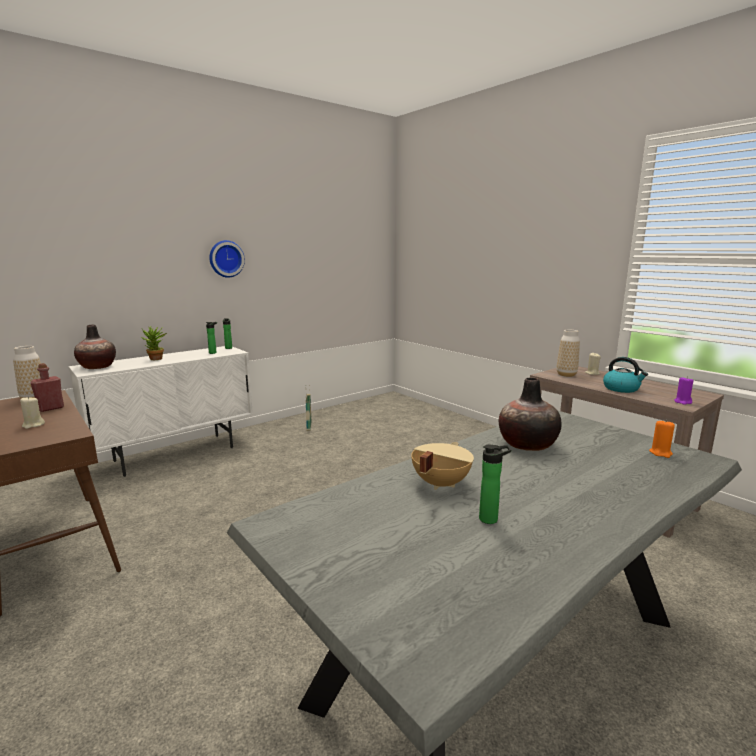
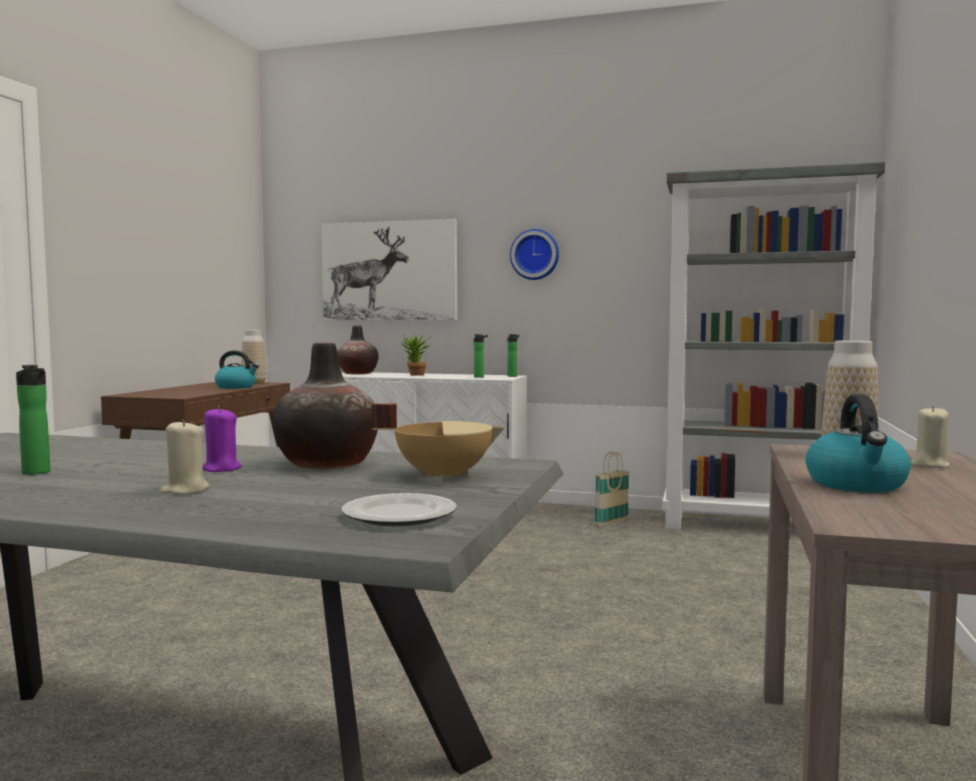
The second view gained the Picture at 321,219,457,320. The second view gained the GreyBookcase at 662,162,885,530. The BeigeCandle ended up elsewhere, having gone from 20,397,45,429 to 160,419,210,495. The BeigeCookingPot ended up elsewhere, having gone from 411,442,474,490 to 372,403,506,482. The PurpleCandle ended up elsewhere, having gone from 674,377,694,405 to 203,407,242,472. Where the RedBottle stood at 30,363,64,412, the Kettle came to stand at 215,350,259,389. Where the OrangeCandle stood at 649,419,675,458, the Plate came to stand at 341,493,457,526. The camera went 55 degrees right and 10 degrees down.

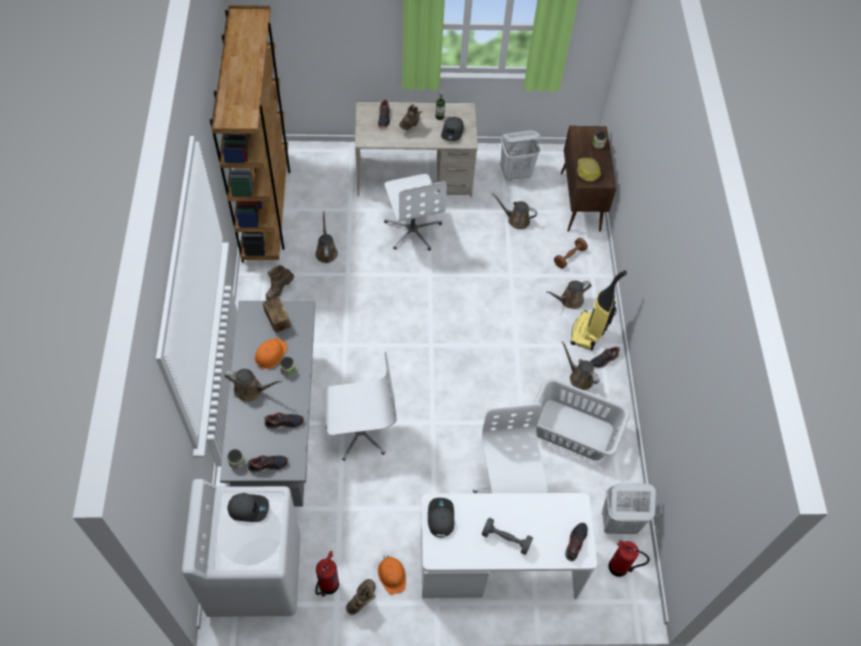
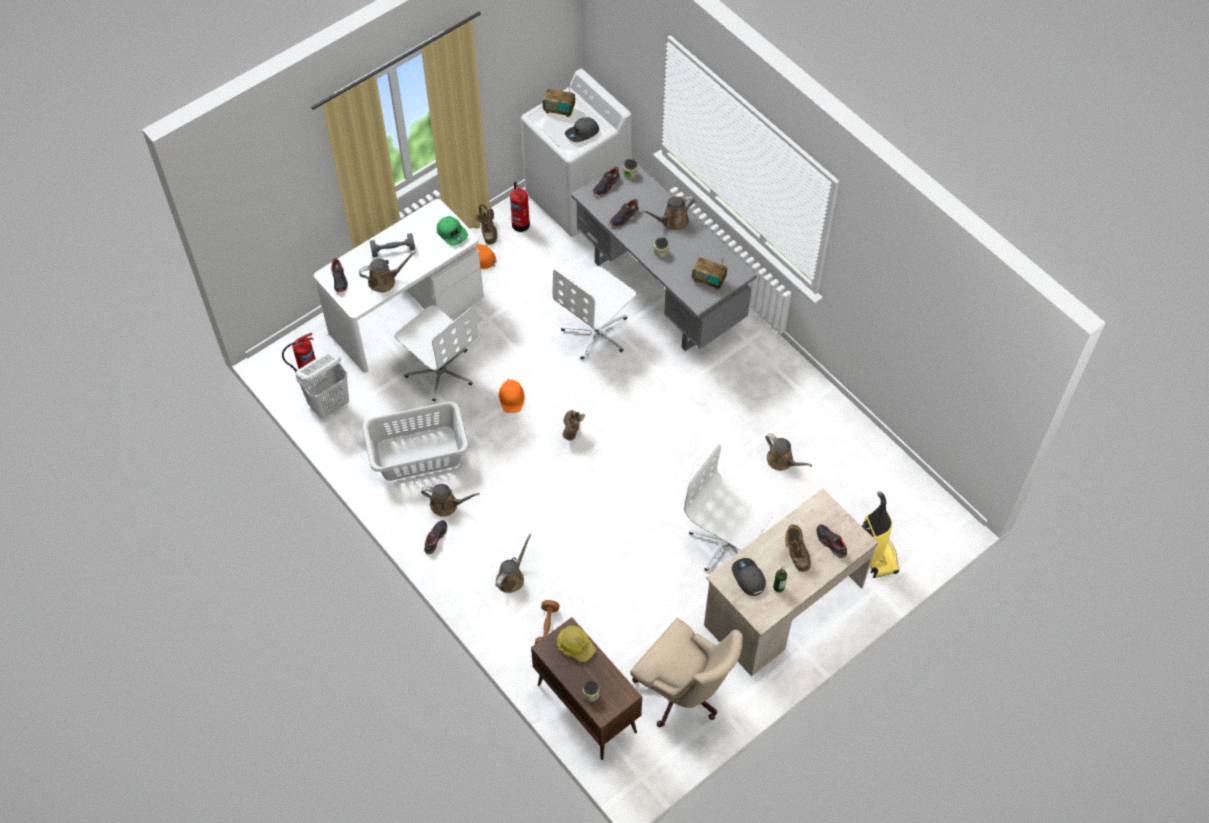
The second view lost the BrownBookcase at 210,5,290,263. The second view gained the Radio at 543,83,575,117. The OrangeHardHat ended up elsewhere, having gone from 255,338,288,369 to 499,378,525,413. The BrownBoot ended up elsewhere, having gone from 266,265,294,300 to 563,410,585,441. The BrownWateringCan ended up elsewhere, having gone from 492,194,537,230 to 359,251,416,292. The VacuumCleaner ended up elsewhere, having gone from 570,270,627,351 to 862,491,900,578. Where the WhiteLaundryBasket stood at 500,131,541,181, the BeigeOfficeChair came to stand at 630,618,743,727. What was the GreyCap at 428,498,454,537 turned into the GreenCap at 437,216,468,246. The camera went 145 degrees right and 0 degrees up.

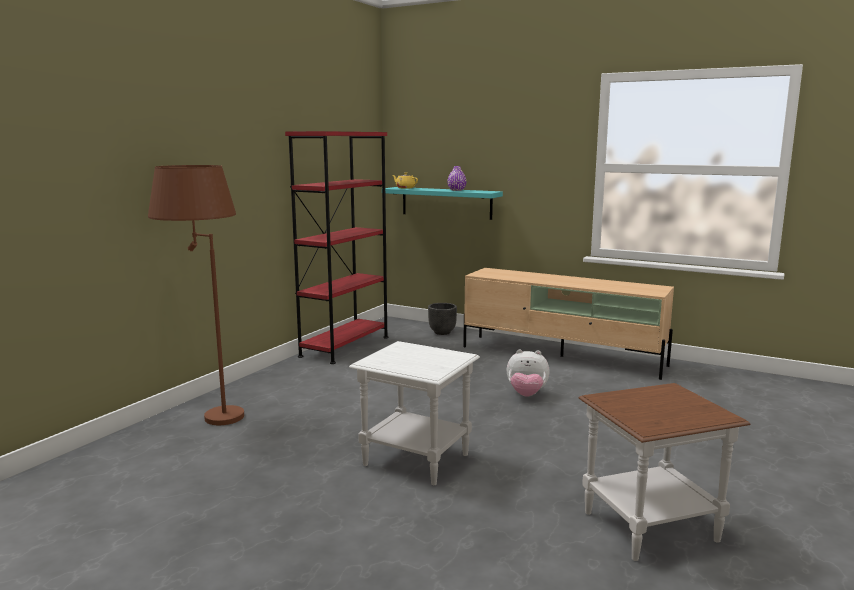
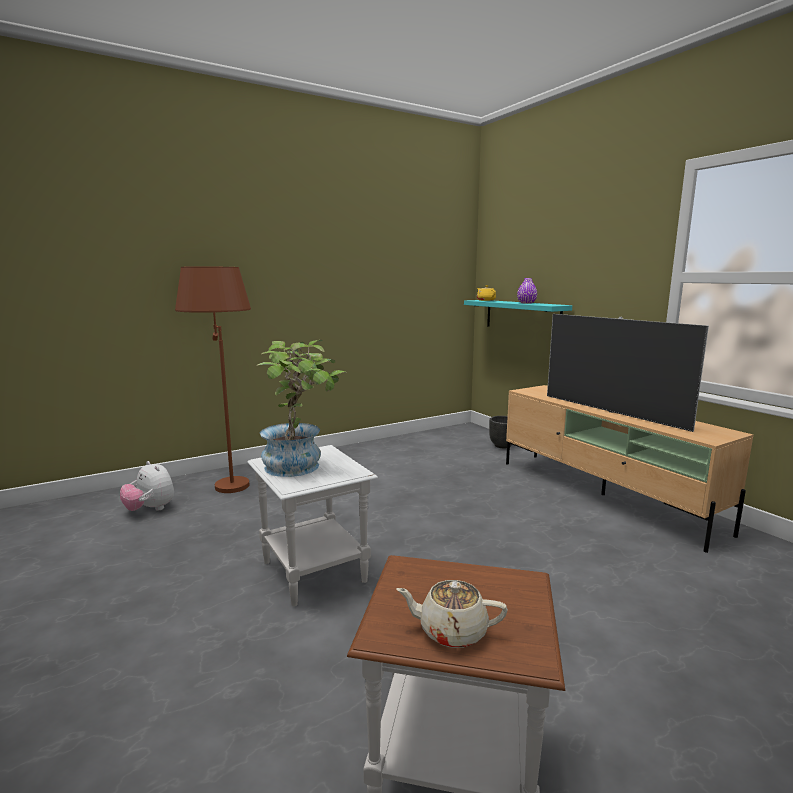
The second view lost the RedBookcase at 285,131,389,364. The second view gained the PottedPlant at 256,340,345,477. The second view gained the BeigeTeapot at 396,580,508,648. The second view gained the Television at 547,314,709,432. The PlushToy ended up elsewhere, having gone from 507,349,550,397 to 120,461,174,511. The camera went 30 degrees right and 0 degrees up.

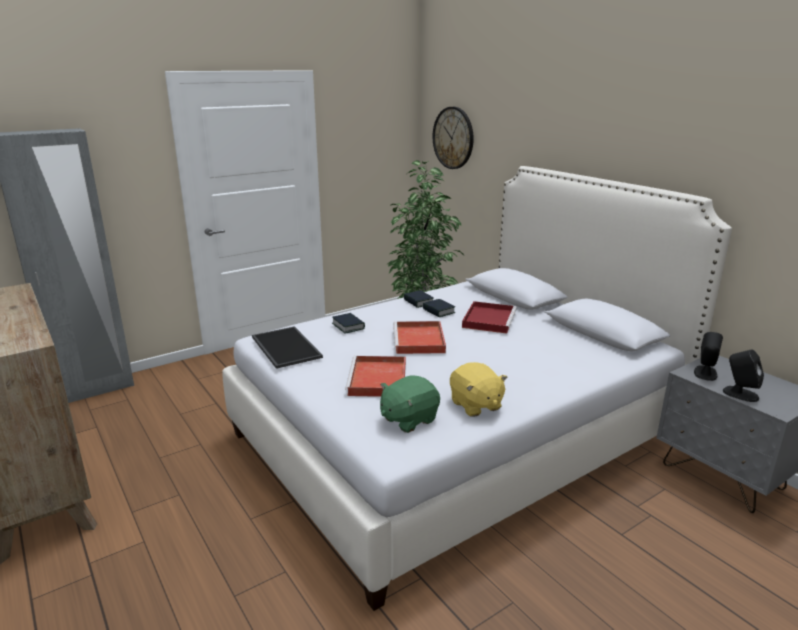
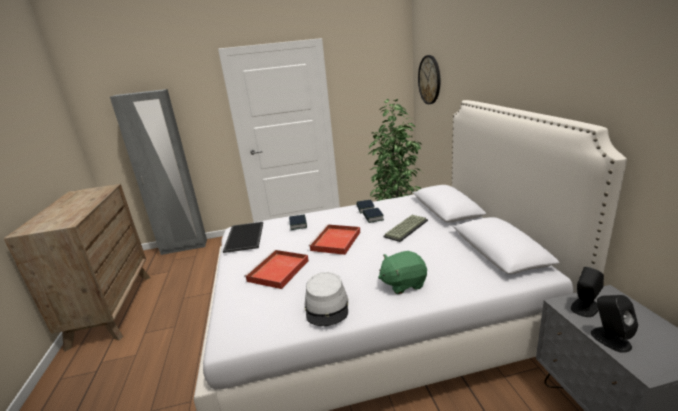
The GreenPlushToy ended up elsewhere, having gone from 380,375,440,433 to 378,251,427,294. Where the YellowPlushToy stood at 450,362,507,417, the GreyHat came to stand at 304,272,348,326. Where the RedTray stood at 462,301,517,334, the Keyboard came to stand at 384,215,428,242. The camera went 25 degrees right and 0 degrees up.

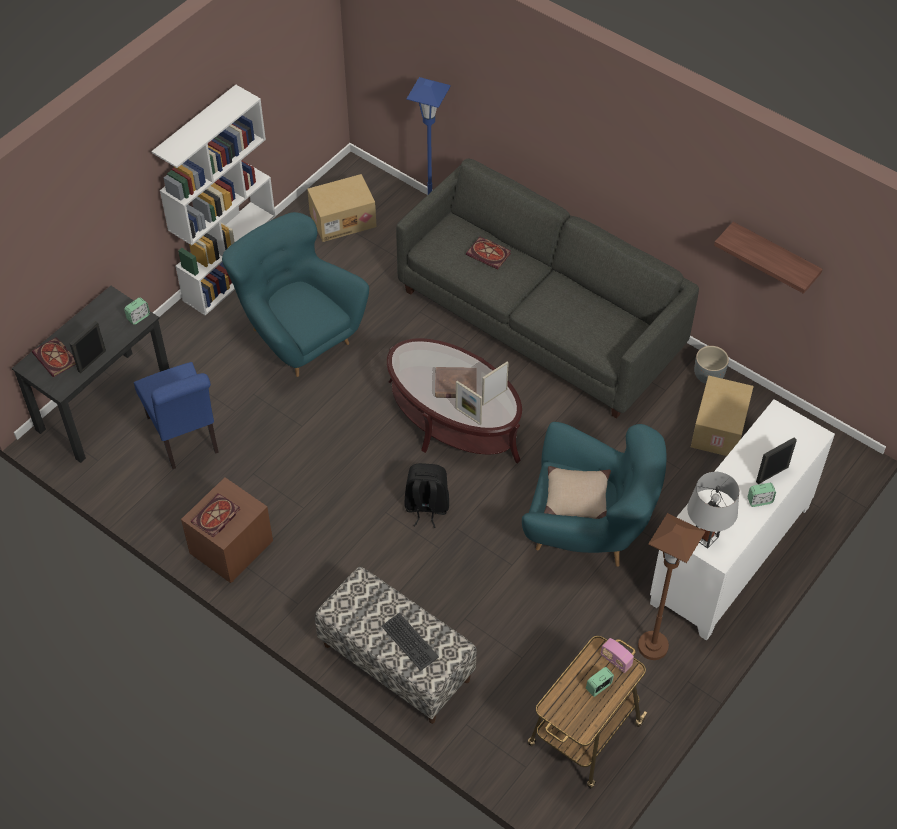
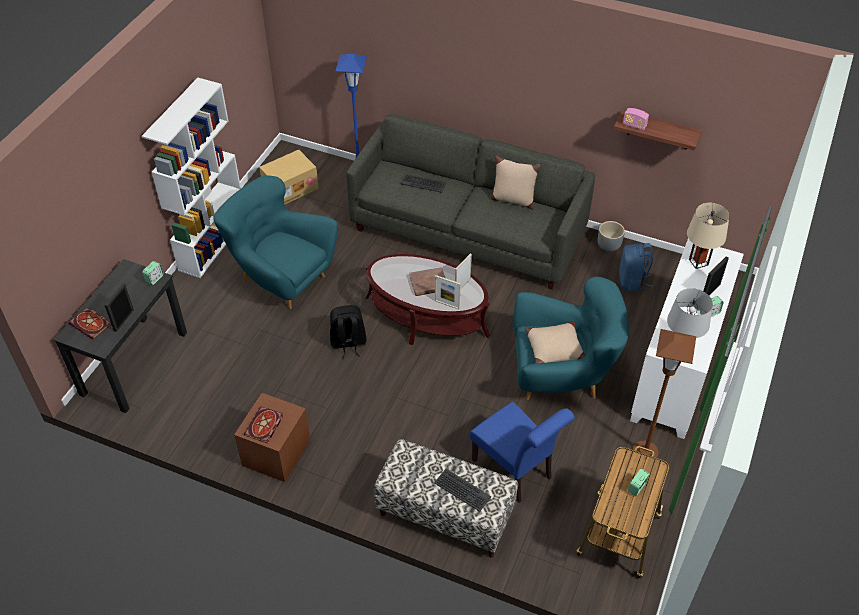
The second view gained the BeigePillow at 491,156,540,210. The second view gained the BeigeTableLamp at 687,203,729,269. The BlueChair ended up elsewhere, having gone from 134,362,219,469 to 470,402,575,503. The BlackBackpack ended up elsewhere, having gone from 405,463,449,528 to 330,305,367,359. The Radio ended up elsewhere, having gone from 601,638,634,673 to 623,108,649,130. Where the Book stood at 466,237,511,270, the Keyboard came to stand at 400,174,447,193. Where the CardboardBox stood at 691,375,754,456, the BlueBackpack came to stand at 619,243,653,291. The camera went 15 degrees left and 5 degrees down.

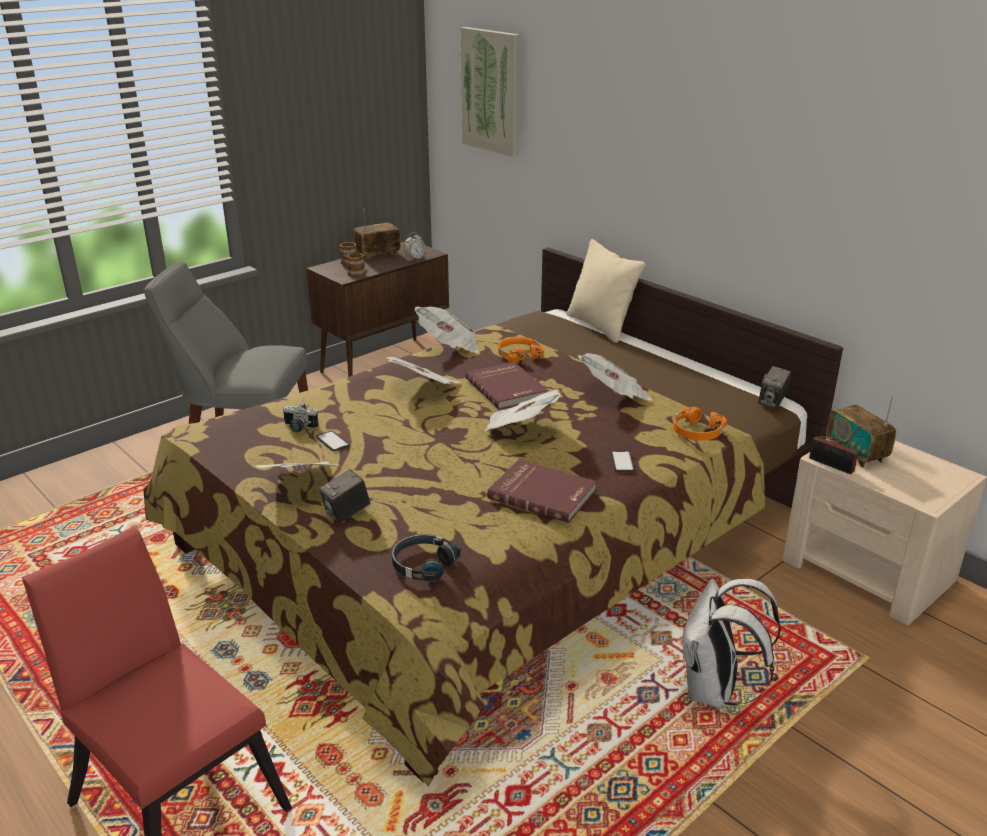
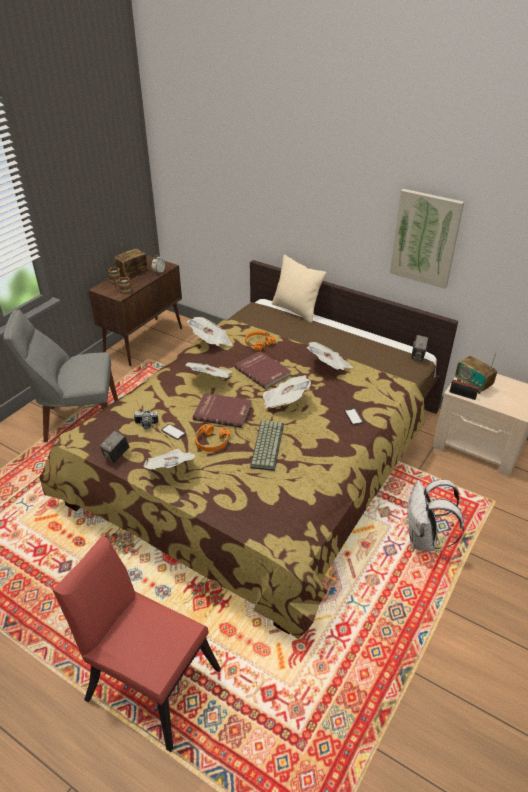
The second view lost the BlackHeadphones at 392,534,461,582. The second view gained the Keyboard at 250,420,284,471. The PhotoCamera ended up elsewhere, having gone from 319,469,370,523 to 100,430,129,463. The Picture ended up elsewhere, having gone from 460,27,520,157 to 390,189,464,288. The RedBook ended up elsewhere, having gone from 487,459,597,523 to 193,393,252,428. The OrangeHeadphones ended up elsewhere, having gone from 673,407,727,440 to 195,424,230,452. The camera went 15 degrees left and 10 degrees up.

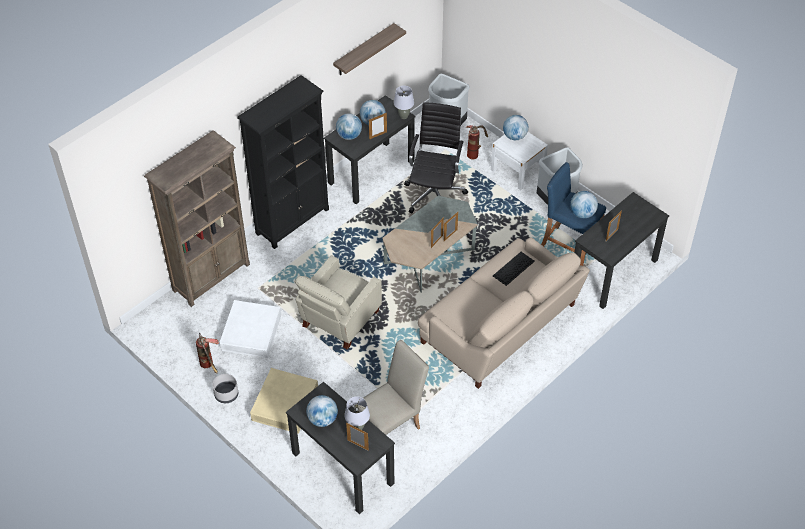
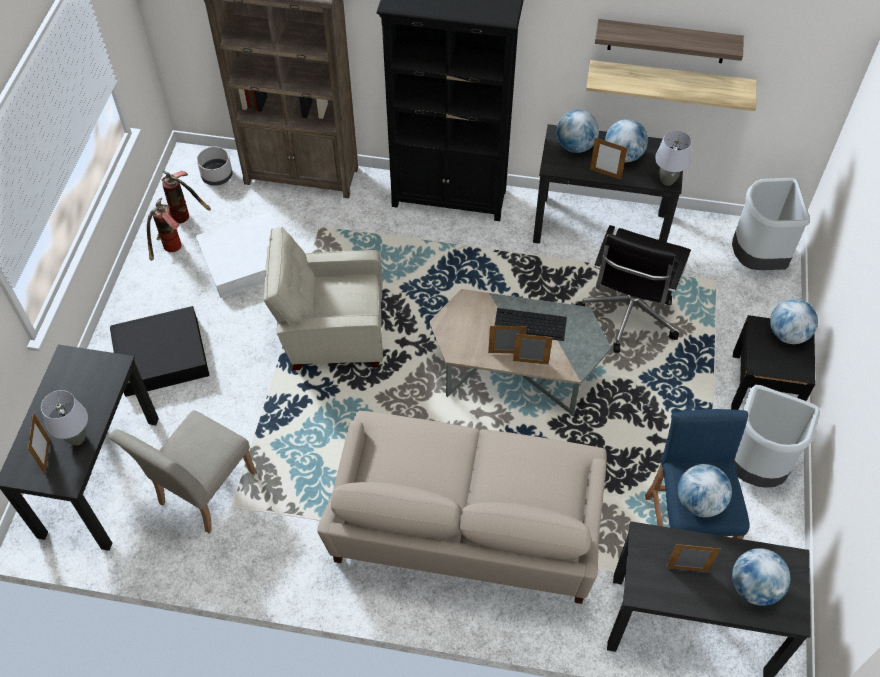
The second view gained the Shelf at 586,60,757,111. The GreyPlanter ended up elsewhere, having gone from 212,374,238,403 to 197,147,233,186. The Globe ended up elsewhere, having gone from 306,395,338,427 to 732,548,790,606. The FireExtinguisher ended up elsewhere, having gone from 466,125,488,159 to 161,170,211,223. The Keyboard ended up elsewhere, having gone from 493,252,535,286 to 495,308,567,341. What was the BeigeStorageBox at 250,368,318,434 turned into the BlackStorageBox at 110,306,210,397. What was the WhiteNightstand at 491,132,548,190 turned into the BlackNightstand at 731,315,815,410. The BeigeChair at 355,340,429,435 ended up facing another way, 105 degrees clockwise from before. The BlackOfficeChair at 404,102,468,213 ended up facing another way, 135 degrees clockwise from before. The camera went 55 degrees right and 5 degrees up.

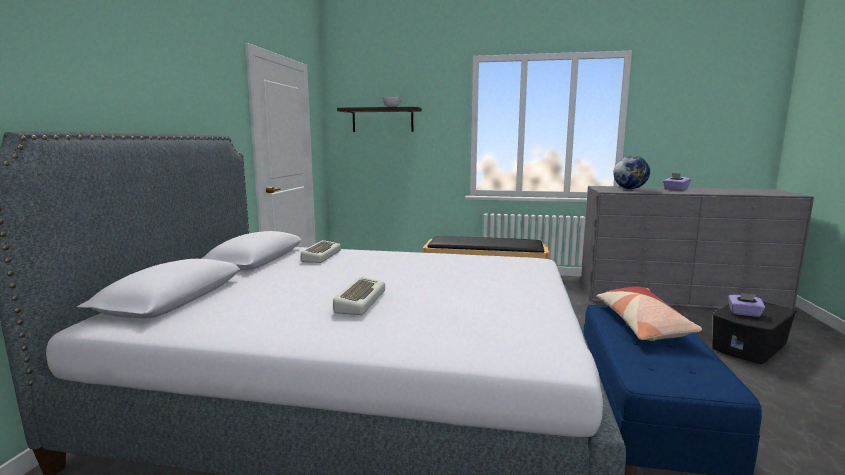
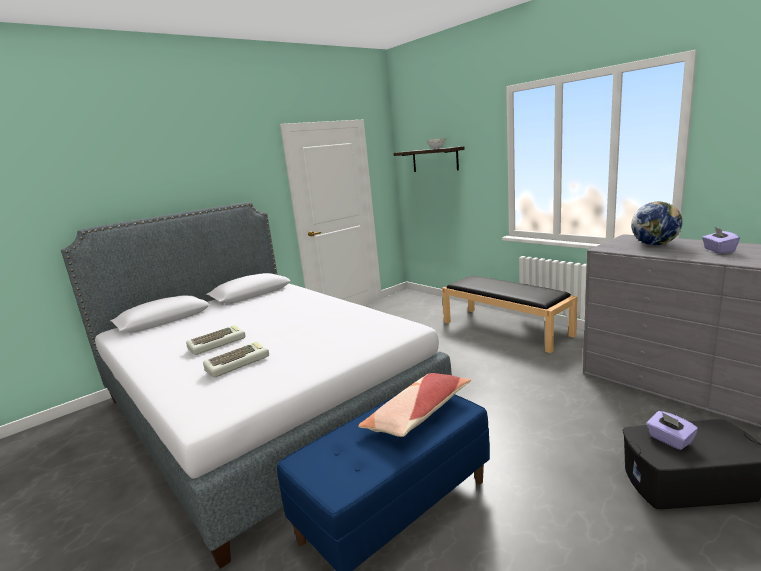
The Keyboard ended up elsewhere, having gone from 301,240,341,263 to 203,341,269,377. The camera went 40 degrees right and 5 degrees up.

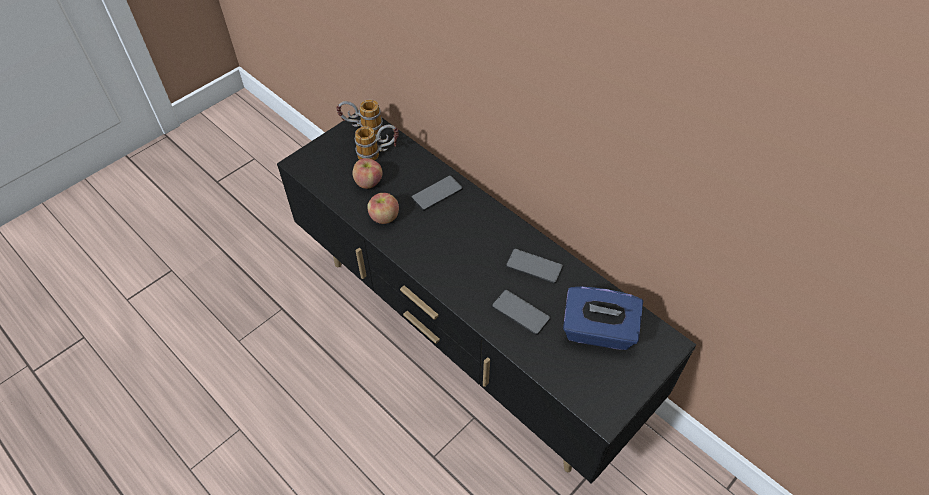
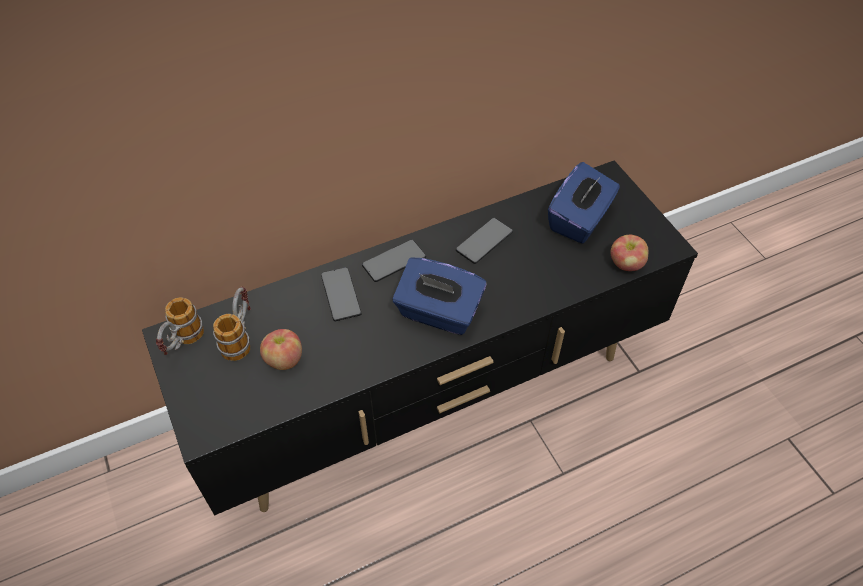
The second view gained the BlueTissueBox at 392,258,487,335. The Apple ended up elsewhere, having gone from 367,193,399,224 to 611,235,648,271. The Phone ended up elsewhere, having gone from 492,290,551,335 to 362,239,426,282. The camera went 70 degrees left and 0 degrees up.

